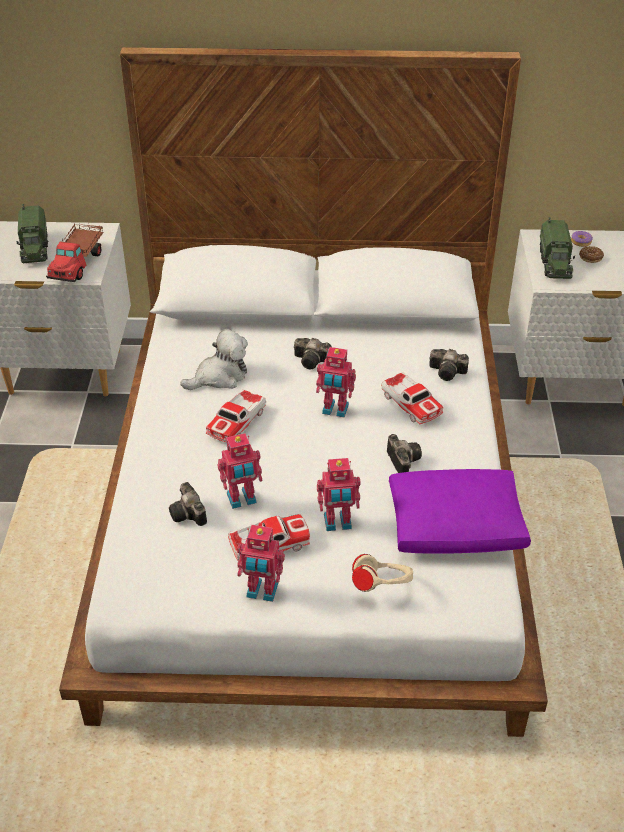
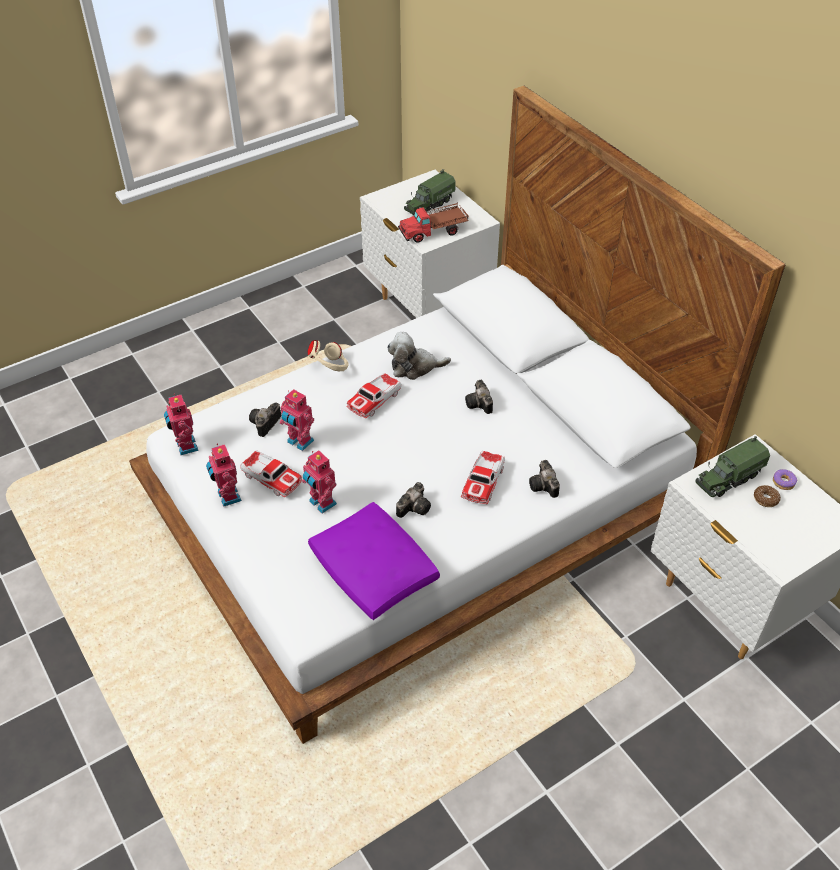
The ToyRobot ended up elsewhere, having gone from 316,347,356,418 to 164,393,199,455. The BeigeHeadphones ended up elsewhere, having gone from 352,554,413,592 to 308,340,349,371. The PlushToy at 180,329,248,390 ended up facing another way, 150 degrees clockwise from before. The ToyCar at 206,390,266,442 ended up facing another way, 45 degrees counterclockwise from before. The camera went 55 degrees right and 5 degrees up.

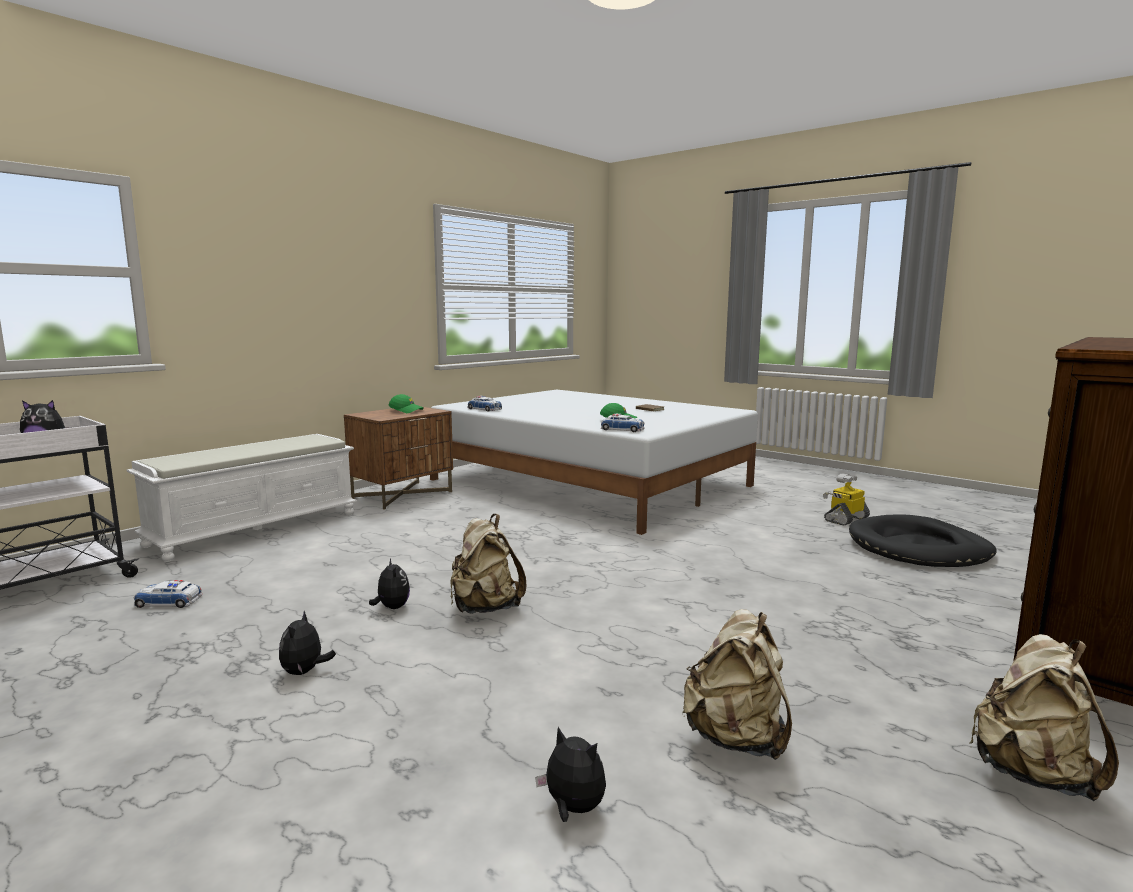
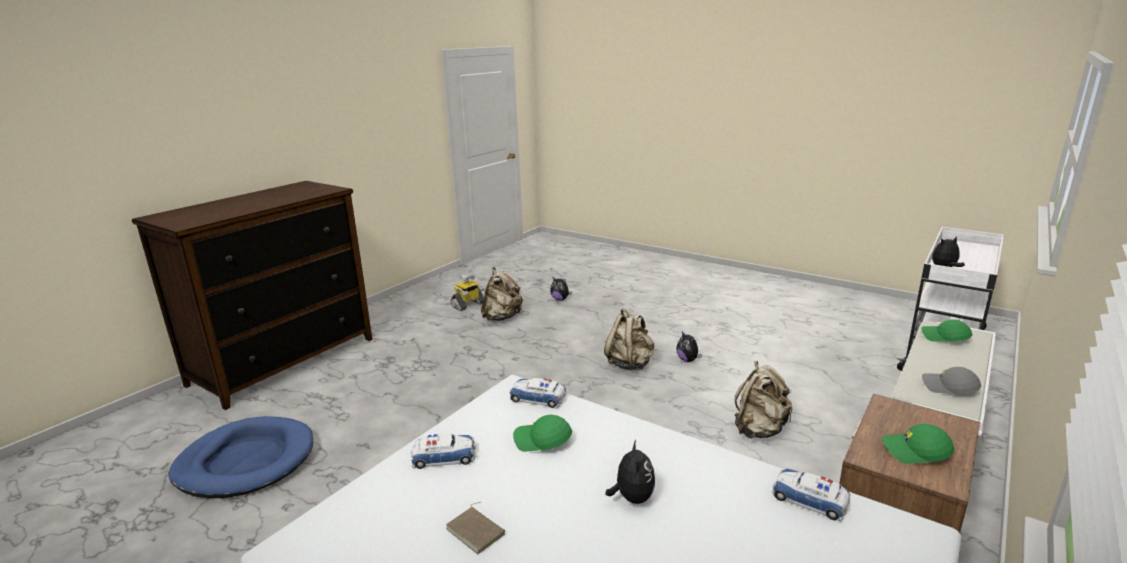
The second view gained the GreenCap at 921,319,972,342. The second view gained the GreyCap at 922,367,981,394. The ToyCar ended up elsewhere, having gone from 134,580,203,608 to 411,434,476,469. The PlushToy ended up elsewhere, having gone from 279,611,336,675 to 606,440,655,504. The ToyRobot ended up elsewhere, having gone from 823,473,870,525 to 450,273,485,311. The BeigeBackpack ended up elsewhere, having gone from 969,634,1119,801 to 735,361,792,438. What was the BlackDogBed at 849,514,997,567 turned into the BlueDogBed at 168,416,313,498. The camera went 175 degrees right and 10 degrees up.

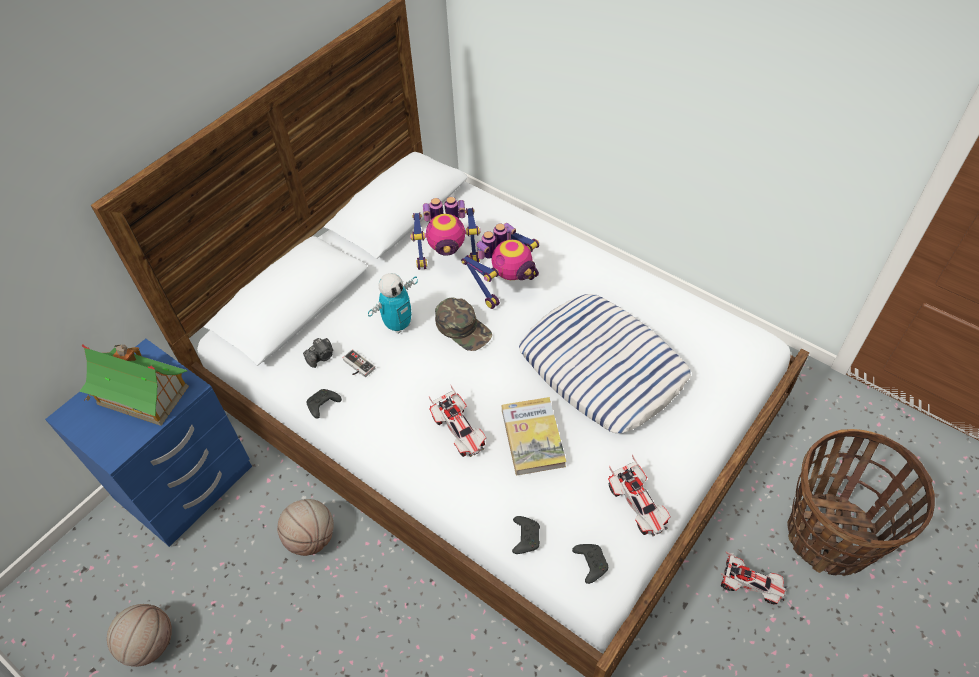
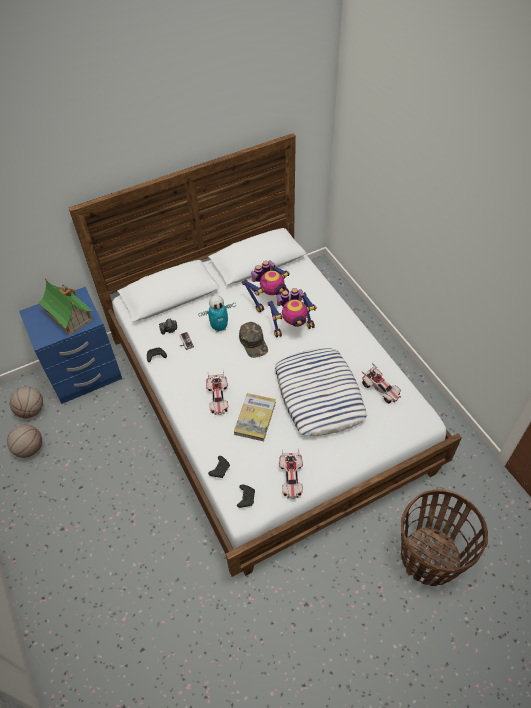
The Basketball ended up elsewhere, having gone from 277,499,334,556 to 9,387,43,418. The ToyCar ended up elsewhere, having gone from 720,552,787,604 to 362,363,401,404. The ToyRobot at 410,197,481,270 ended up facing another way, 60 degrees counterclockwise from before. The camera went 25 degrees right and 0 degrees up.

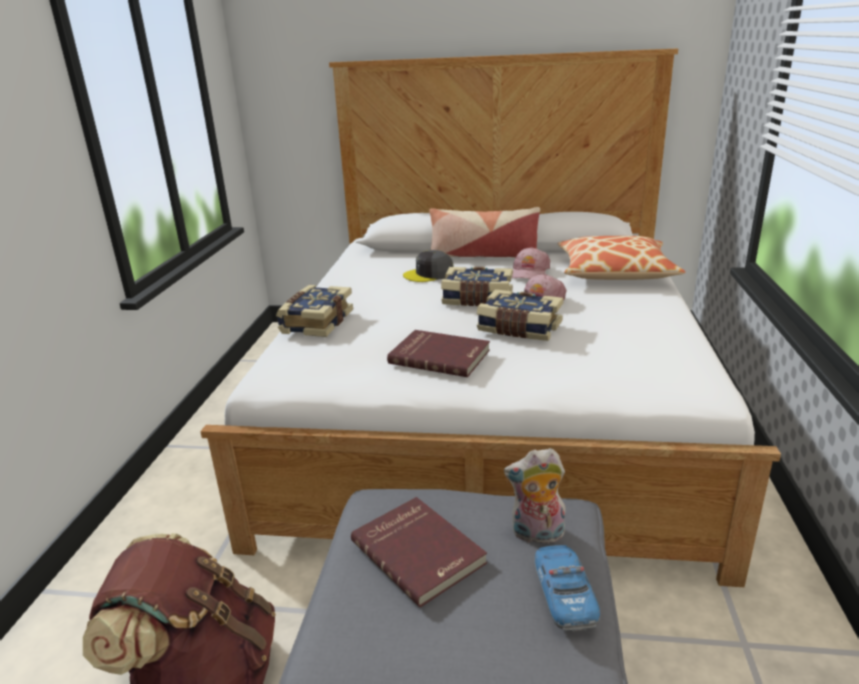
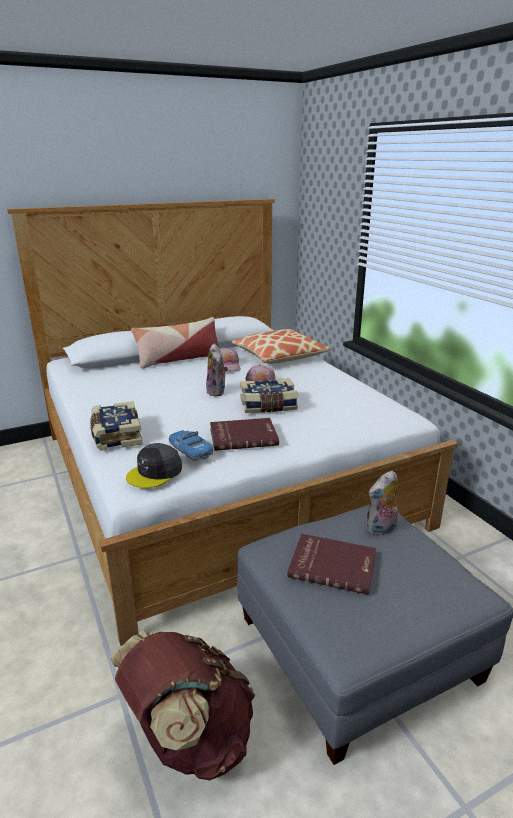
The GreyCap ended up elsewhere, having gone from 403,250,454,282 to 126,443,182,488. The ToyCar ended up elsewhere, having gone from 535,545,600,632 to 169,430,213,461. Where the Book stood at 441,267,513,306, the PlushToy came to stand at 206,344,228,396. The camera went 35 degrees left and 0 degrees up.

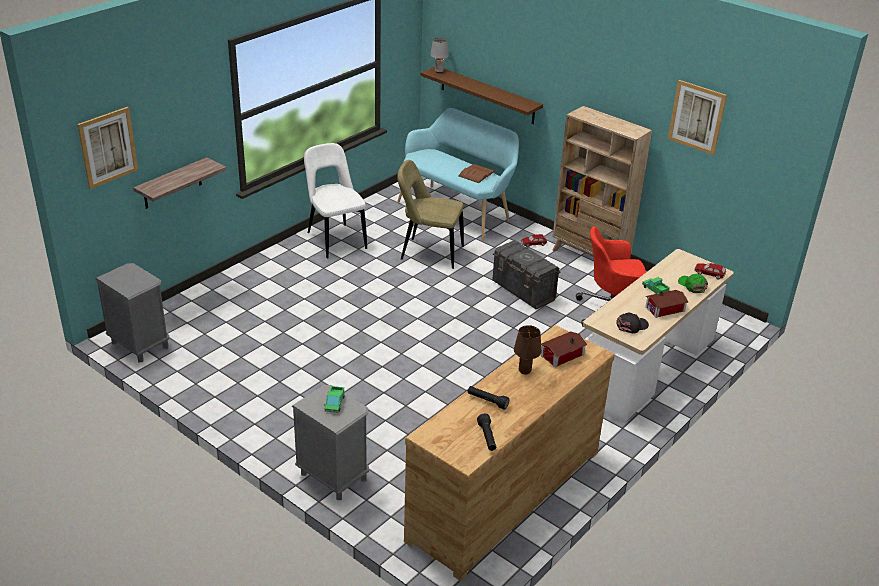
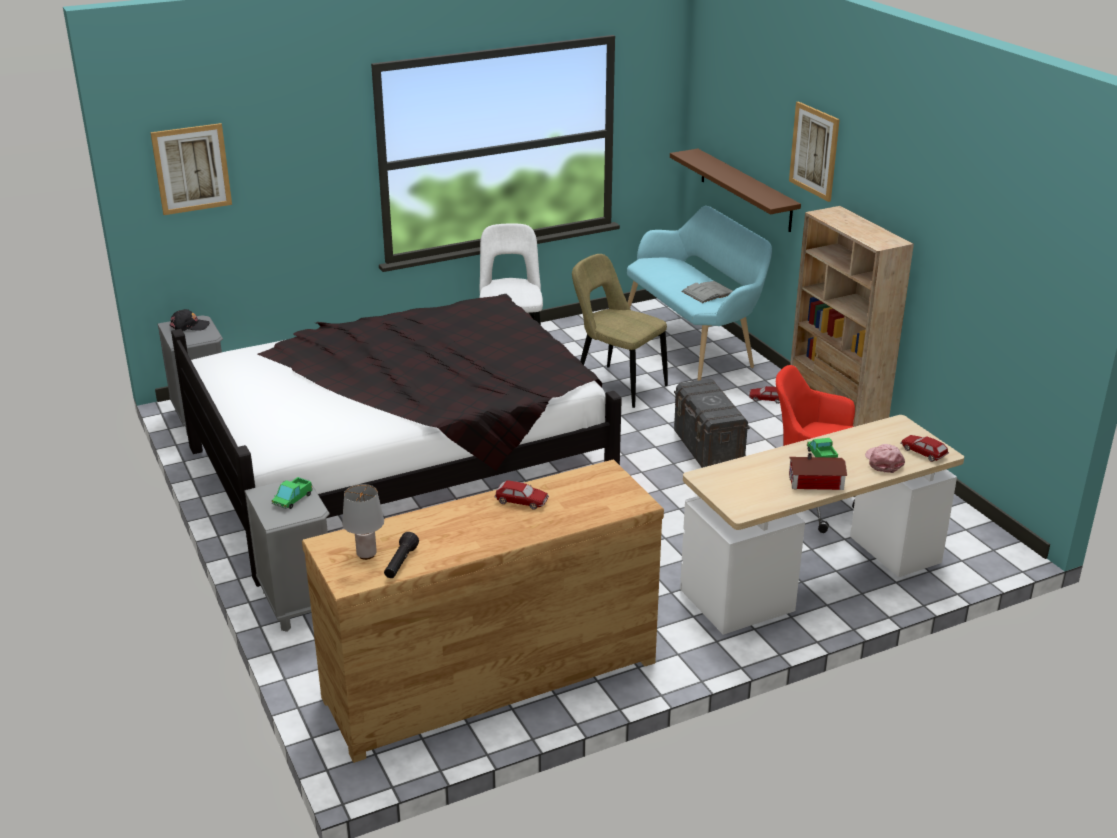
The second view lost the Shelf at 133,157,226,209. The second view lost the BlackFlashlight at 467,386,509,410. The second view lost the ToyHouse at 541,331,588,367. The second view gained the BlackBed at 171,294,622,587. The GreyTableLamp ended up elsewhere, having gone from 430,37,449,73 to 342,484,384,560. The BlackCap ended up elsewhere, having gone from 616,313,649,333 to 170,309,210,331. The Picture ended up elsewhere, having gone from 668,80,727,155 to 789,101,840,202. Where the BrownTableLamp stood at 514,325,541,375, the ToyCar came to stand at 494,480,549,510. What was the BrownBook at 458,164,495,183 turned into the GreyBook at 681,281,733,303. What was the GreenCap at 678,274,708,293 turned into the PinkCap at 865,444,905,473. The camera went 25 degrees right and 5 degrees down.

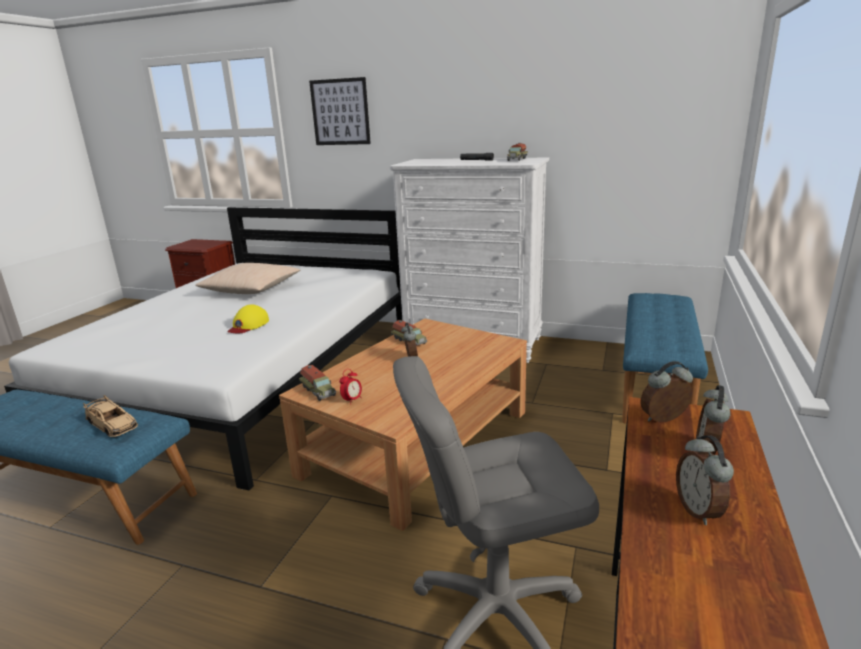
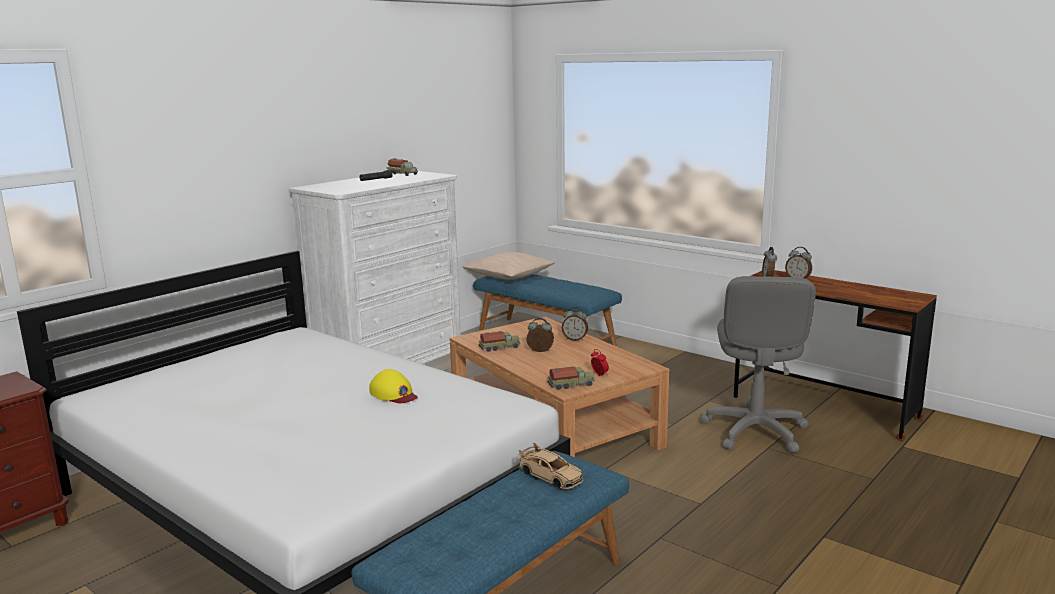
The second view lost the Picture at 309,77,371,145. The BeigePillow ended up elsewhere, having gone from 195,263,300,294 to 463,252,555,280. The AlarmClock ended up elsewhere, having gone from 676,435,734,525 to 562,306,588,341. The BeigeToyCar at 83,395,138,437 ended up facing another way, 75 degrees clockwise from before. The camera went 70 degrees left and 5 degrees down.

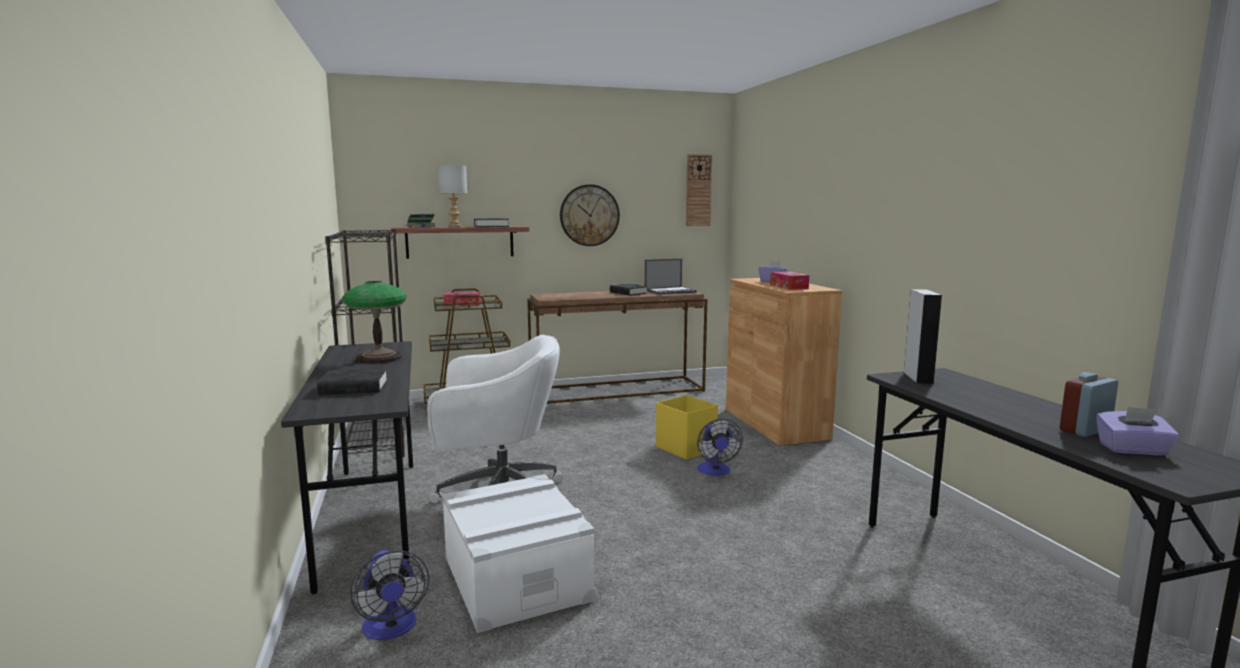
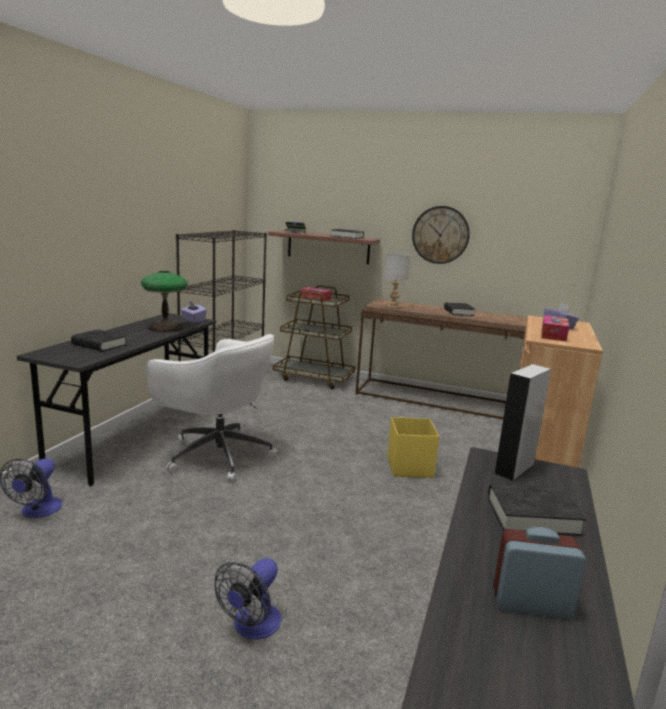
The second view lost the WhiteStorageBox at 442,474,595,633. The second view lost the Laptop at 645,259,697,295. The second view lost the WallClock at 686,154,712,226. The second view gained the BlackBook at 488,484,587,536. The GreyTableLamp ended up elsewhere, having gone from 438,165,467,227 to 384,253,411,308. The Fan ended up elsewhere, having gone from 697,419,743,476 to 214,558,281,639. The PurpleTissueBox ended up elsewhere, having gone from 1096,407,1179,455 to 181,301,207,323. The camera went 35 degrees right and 5 degrees up.

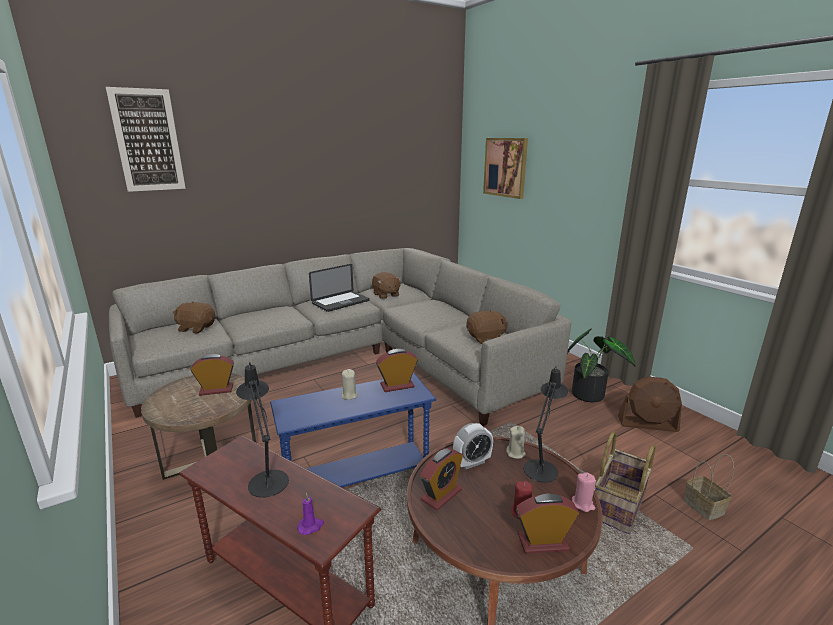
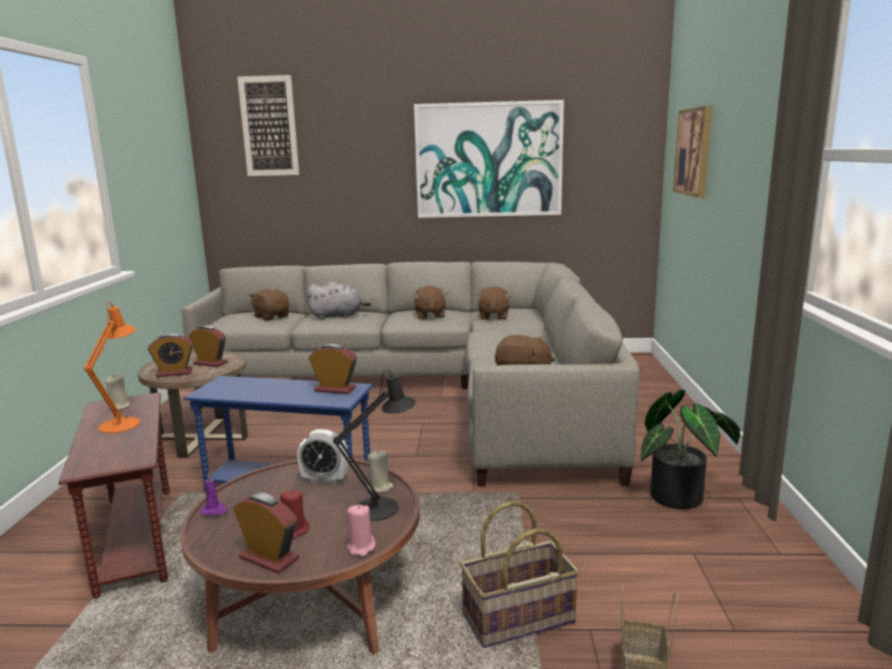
The second view lost the BrownFan at 618,376,682,432. The second view gained the GreyPlushToy at 307,282,371,319. The second view gained the Picture at 414,100,564,218. The PurpleCandle ended up elsewhere, having gone from 297,493,324,535 to 200,472,228,516. The BeigeCandle ended up elsewhere, having gone from 341,369,357,400 to 106,374,130,410. The AlarmClock ended up elsewhere, having gone from 420,448,463,511 to 148,333,193,377. Where the Laptop stood at 309,264,370,312, the BrownPlushToy came to stand at 414,286,448,319. What was the BlackTableLamp at 236,362,289,498 turned into the OrangeTableLamp at 84,302,140,433. The camera went 35 degrees right and 5 degrees down.

